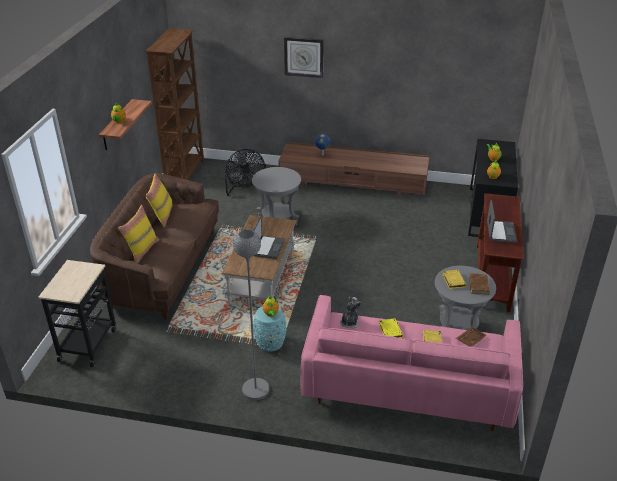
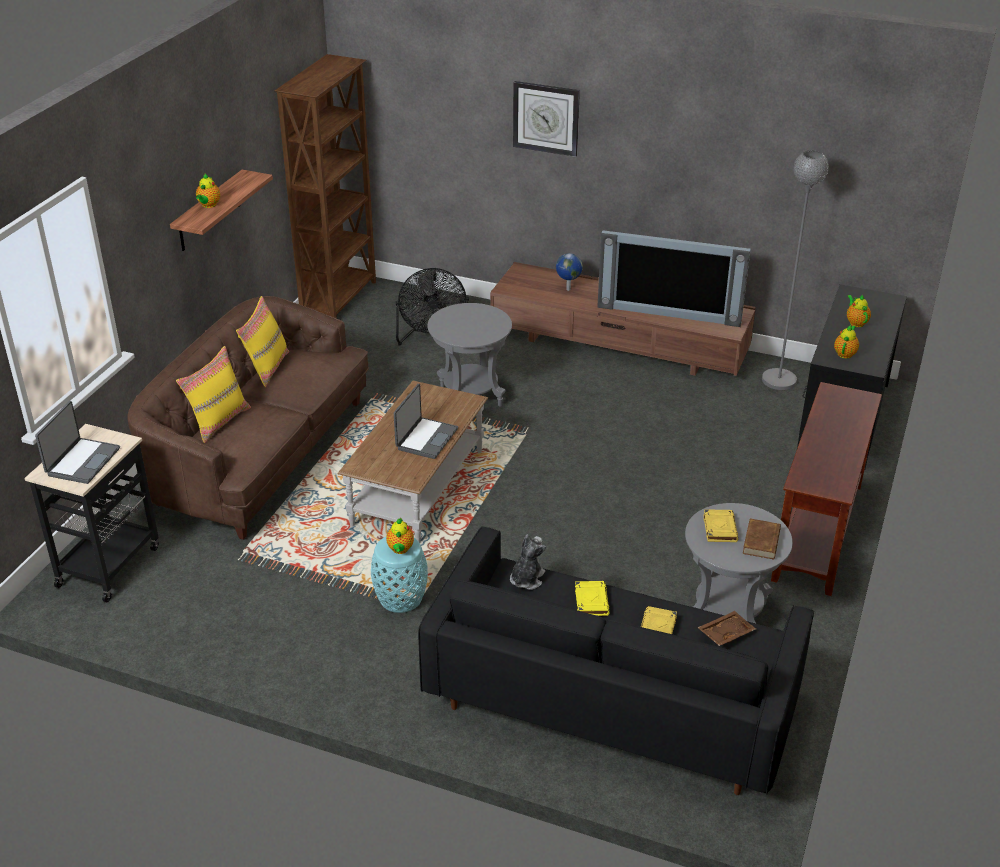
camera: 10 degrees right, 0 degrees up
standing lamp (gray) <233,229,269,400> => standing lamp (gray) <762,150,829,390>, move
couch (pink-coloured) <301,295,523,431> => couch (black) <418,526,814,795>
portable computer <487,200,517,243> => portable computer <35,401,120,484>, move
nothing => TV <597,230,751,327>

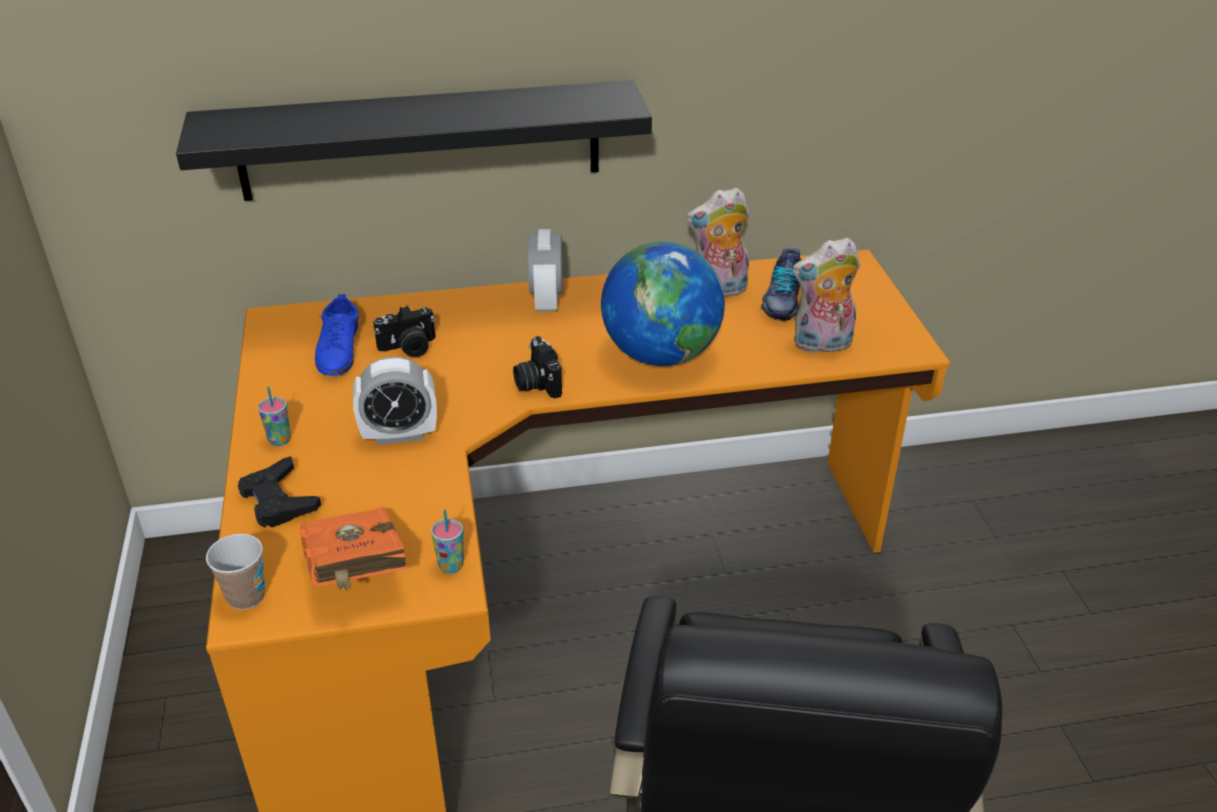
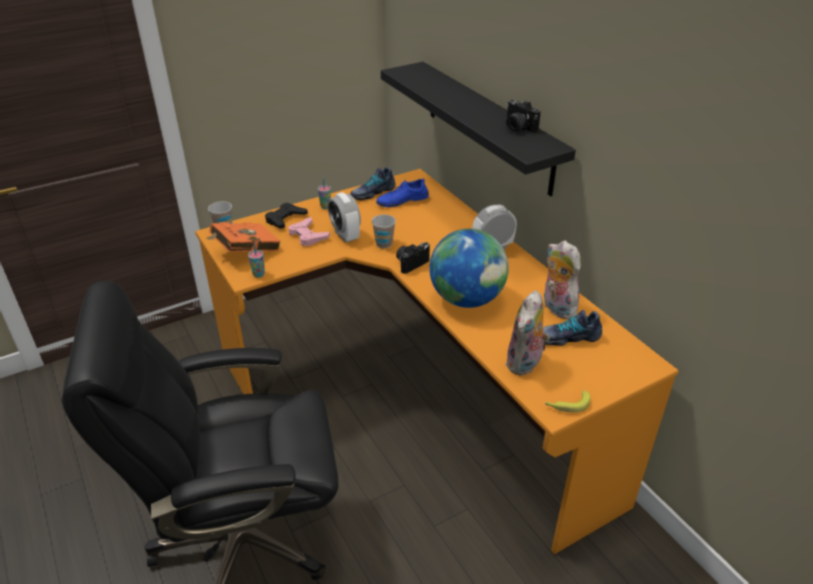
camera: 70 degrees right, 0 degrees up
photo camera <373,306,436,358> => photo camera <506,100,541,132>, move
cuddly toy <792,237,860,353> => cuddly toy <506,291,550,376>, 120 degrees counterclockwise
nothing => joypad (pink-coloured) <288,217,330,247>
nothing => low shoe <350,167,396,200>
nothing => small cup <372,214,396,248>
nothing => banana fruit <545,390,591,412>

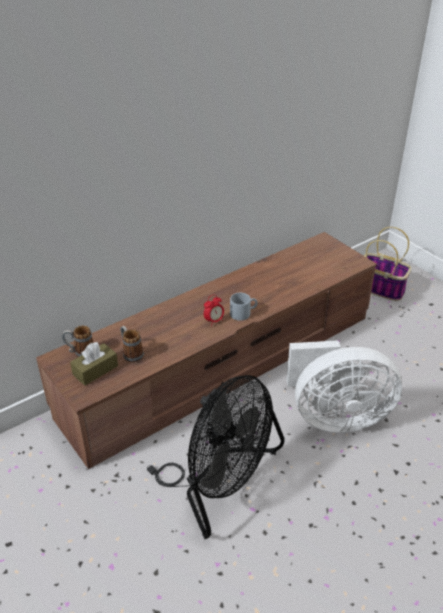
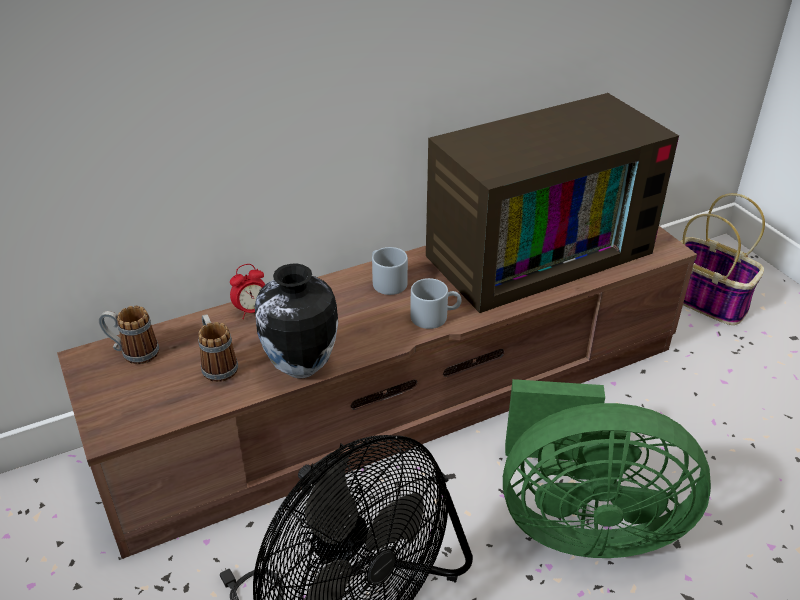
camera: 10 degrees right, 0 degrees up
tissue holder (brownish) <70,342,118,386> => nothing
bedside clock <204,295,224,326> => bedside clock <230,264,265,319>, move
electric fan (white-coloured) <286,340,402,433> => electric fan (greenish) <503,379,711,558>
nothing => vase <255,264,338,378>
nothing => tea mug (gray) <372,247,408,295>
nothing => TV <426,93,679,313>

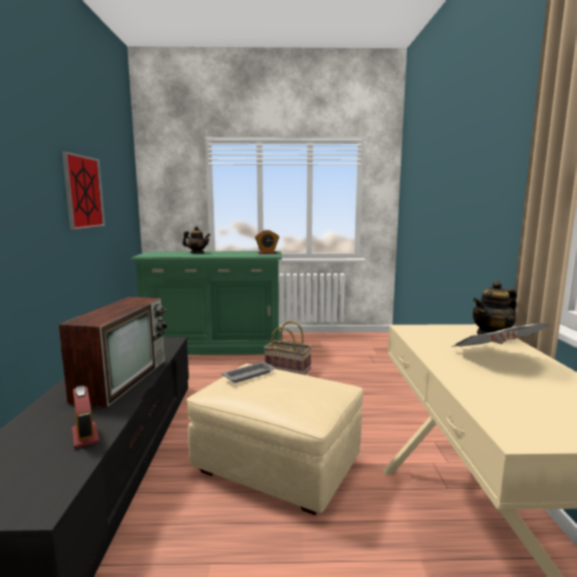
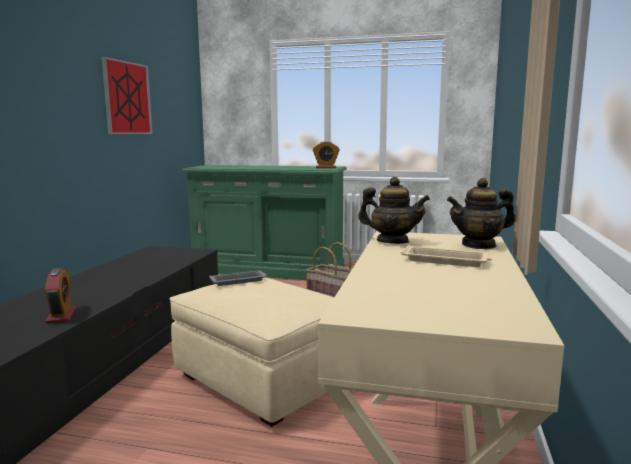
camera: 15 degrees right, 0 degrees up
TV <58,297,168,407> => nothing
pot for tea <182,226,210,253> => pot for tea <358,177,430,244>, move
newspaper <452,323,550,347> => serving tray (beige-coloured) <401,245,492,267>

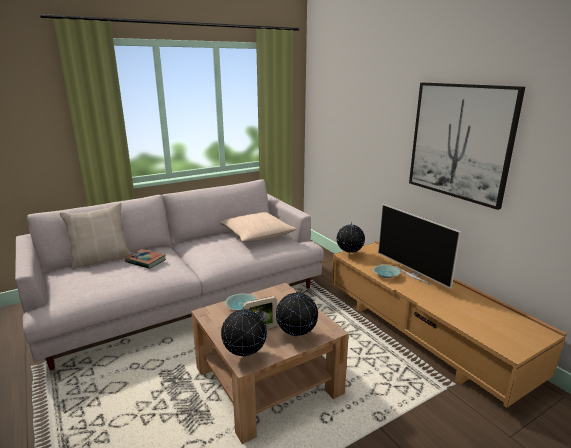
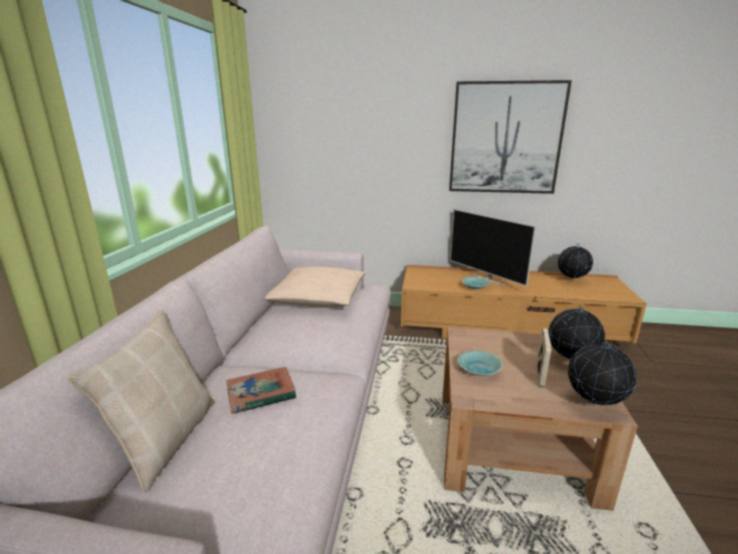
camera: 50 degrees left, 0 degrees up
world globe <337,222,365,255> => world globe <558,243,593,282>, move
TV <378,204,461,289> => TV <450,209,536,286>, 45 degrees clockwise

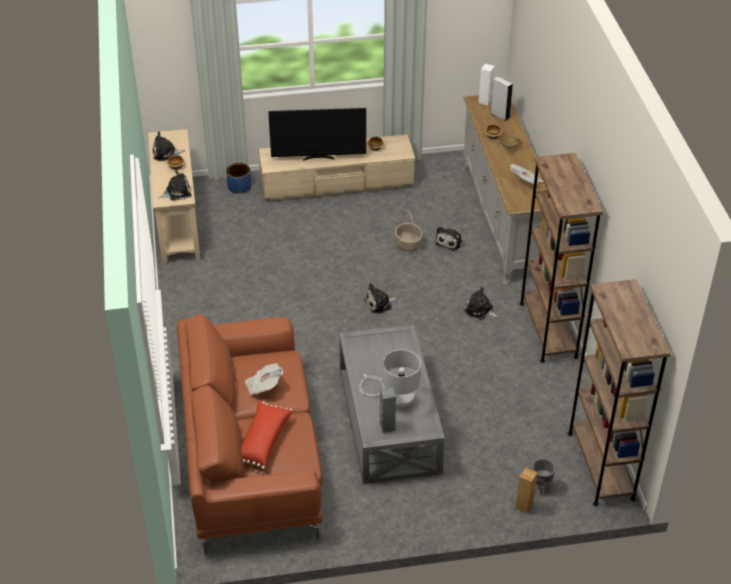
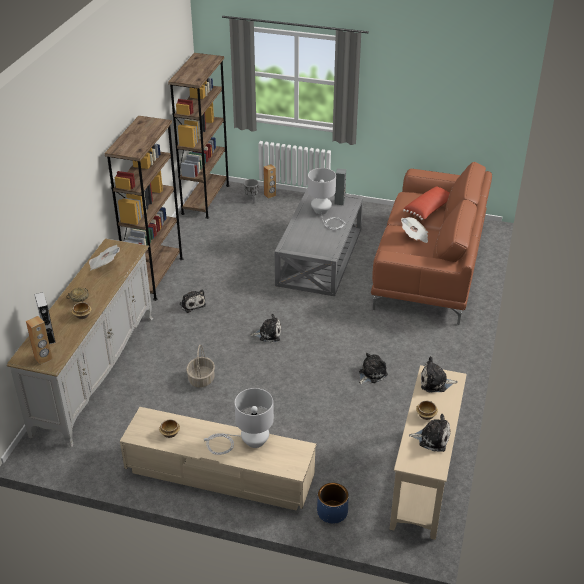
camera: 155 degrees left, 5 degrees down
TV <268,108,366,161> => tabletop lamp (white-coloured) <204,388,274,455>
cuddly toy <435,227,462,251> => cuddly toy <359,353,388,384>, move
audio speaker (white-coloured) <478,64,495,106> => audio speaker (brownish) <26,316,52,365>

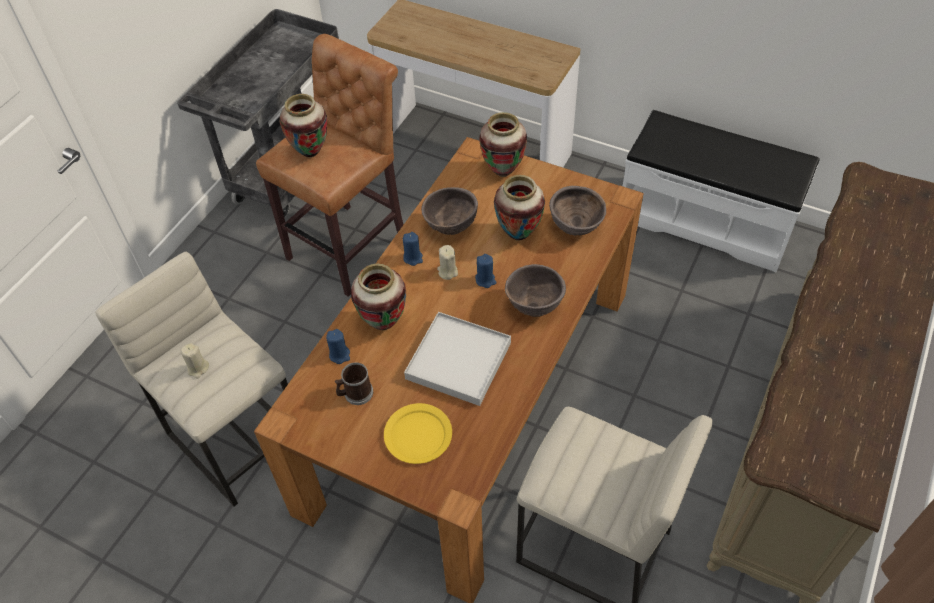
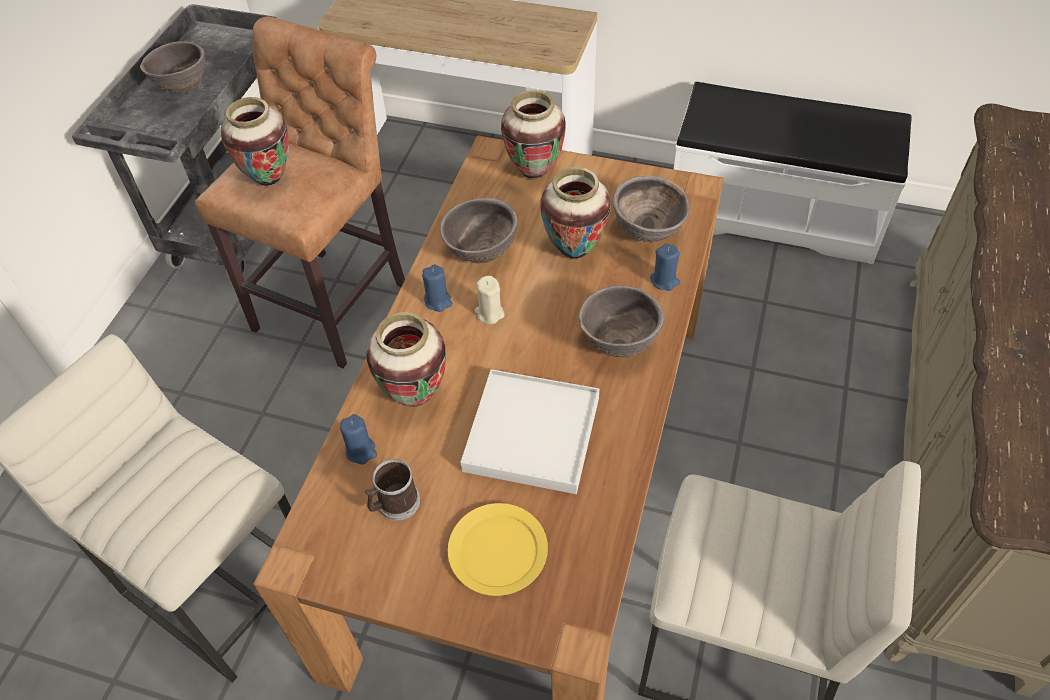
camera: 10 degrees left, 0 degrees up
candle (beige-coloured) <180,343,209,379> => nothing
candle (blue-coloured) <475,254,496,288> => candle (blue-coloured) <650,244,680,291>, move
nothing => deep dish (brownish) <140,41,206,94>

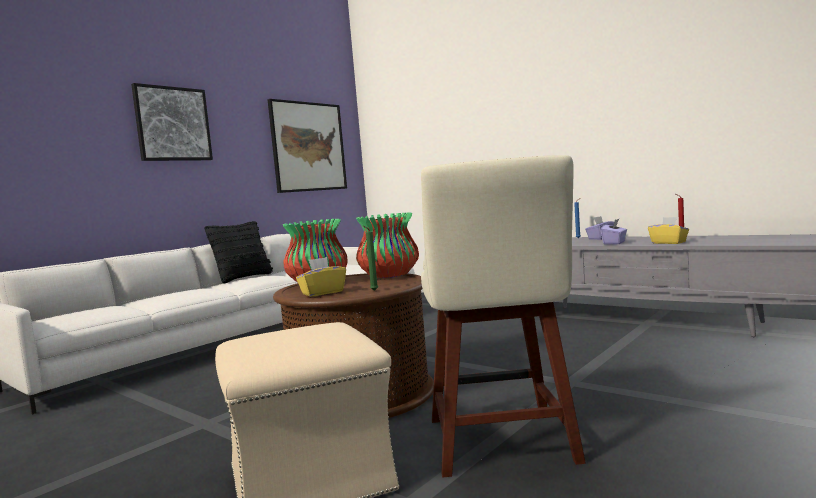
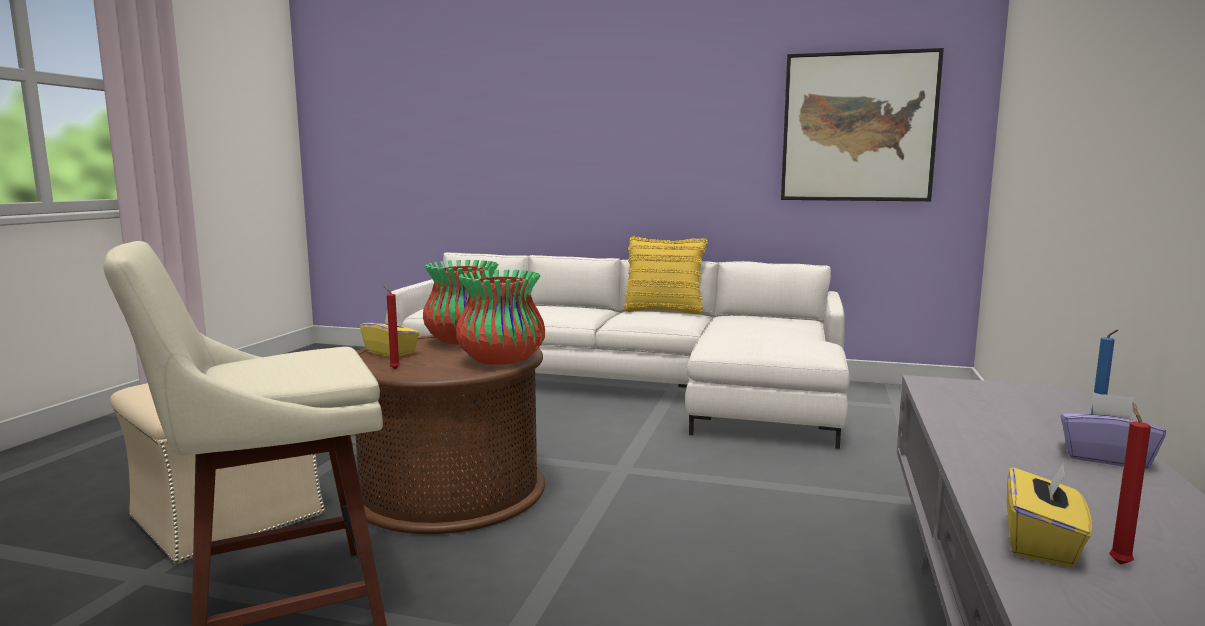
camera: 65 degrees right, 5 degrees up
picture <131,83,213,161> => nothing
throw pillow (black) <205,221,273,284> => throw pillow (yellowish) <624,236,708,314>
candle (greenish) <363,226,378,291> => candle (red-coloured) <384,286,400,369>
tissue holder (purplish) <601,219,627,245> => nothing

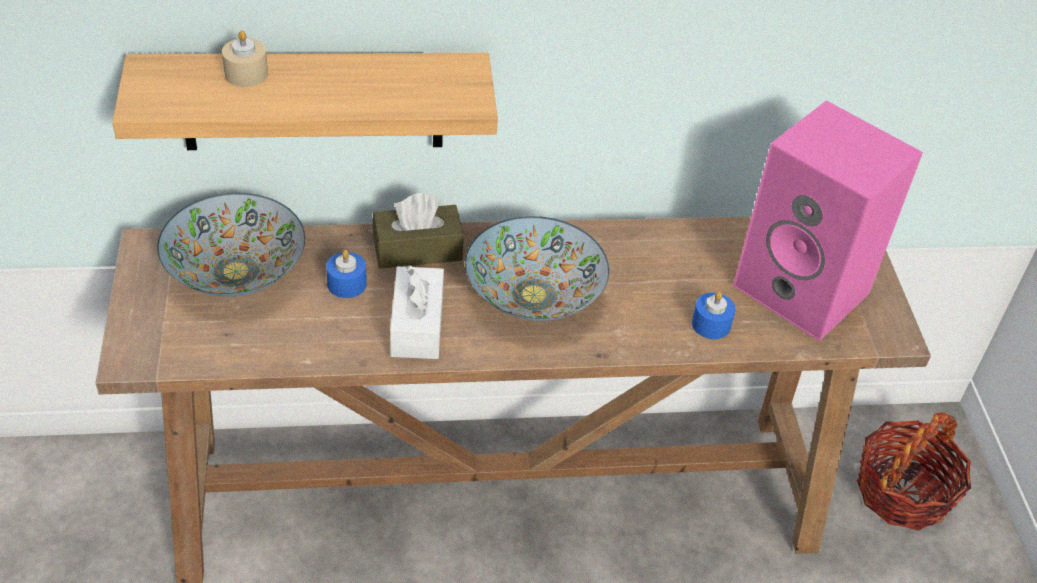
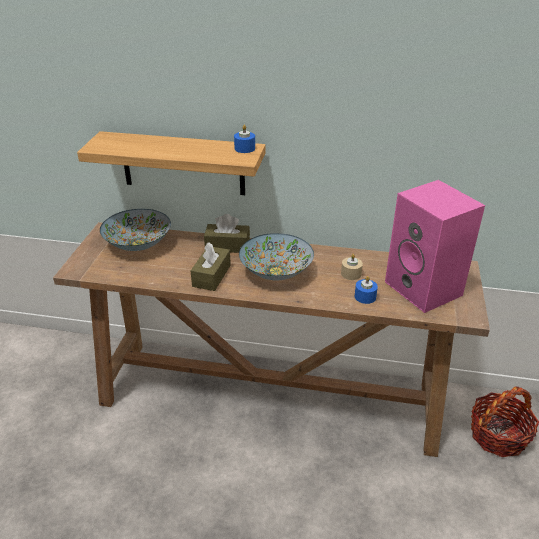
camera: 20 degrees right, 10 degrees down
candle (beige-coloured) <222,30,268,87> => candle (beige-coloured) <341,254,363,280>, move
candle (blue-coloured) <326,250,367,298> => candle (blue-coloured) <234,125,255,153>, move
tissue holder (white-coloured) <390,265,444,359> => tissue holder (brownish) <191,242,231,291>

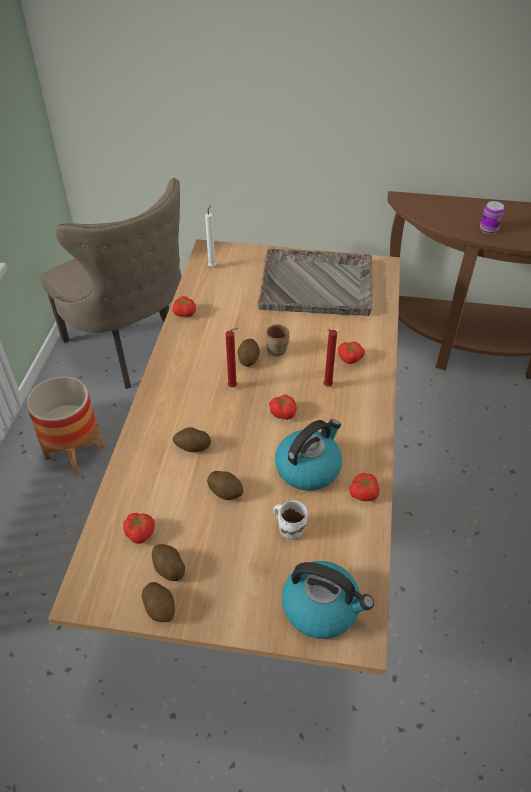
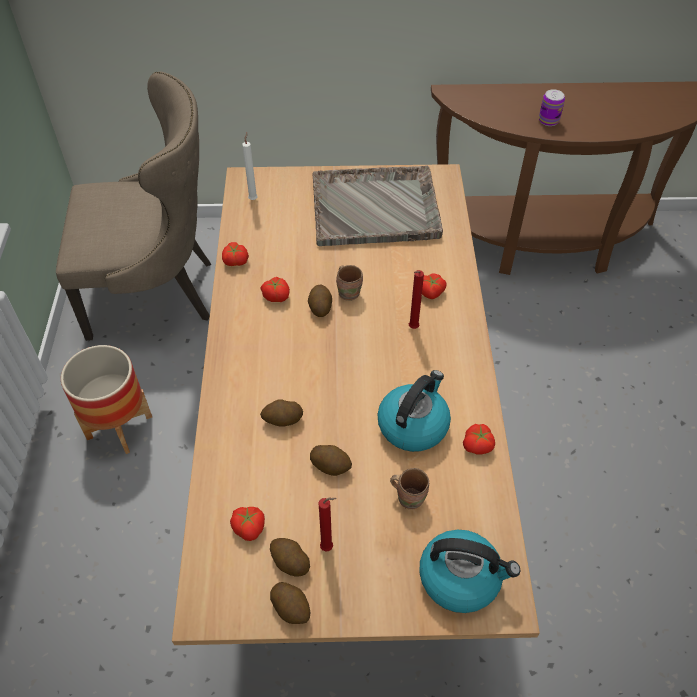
camera: 10 degrees left, 5 degrees up
upright chair (beige-coloured) <41,178,181,389> => upright chair (beige-coloured) <56,72,211,341>, 45 degrees counterclockwise
candle (red-coloured) <226,328,238,387> => candle (red-coloured) <319,497,337,552>, move
fresh tomato <269,395,297,420> => fresh tomato <260,277,290,302>, move
tea mug (white-coloured) <273,500,308,540> => tea mug (brownish) <390,468,429,510>

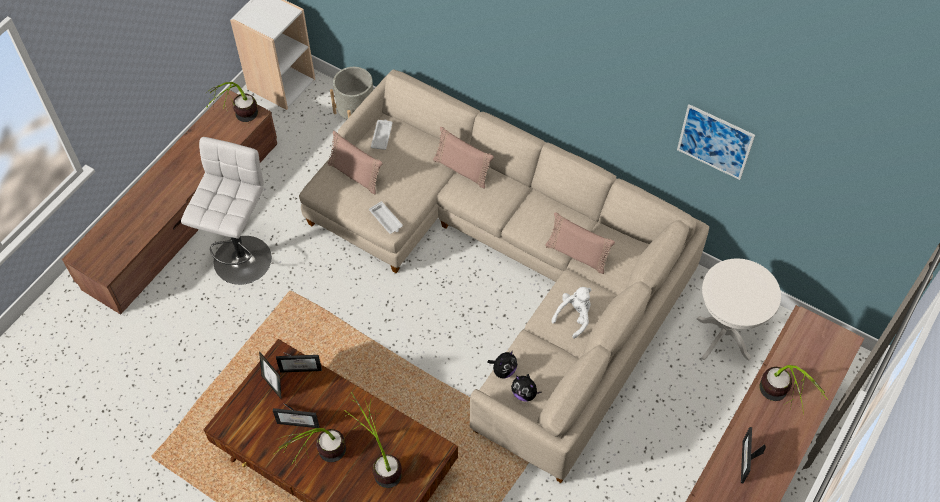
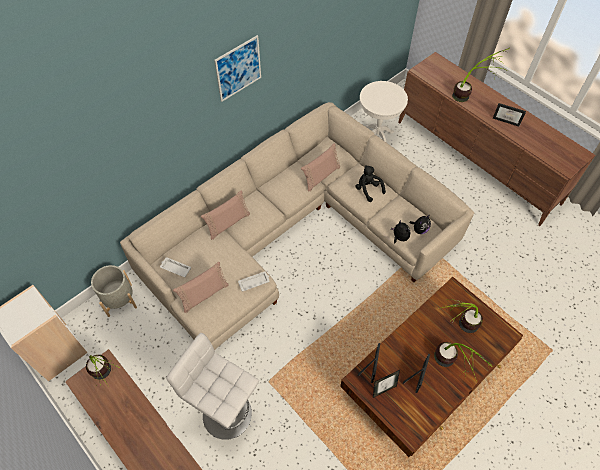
camera: 75 degrees left, 0 degrees up
cuddly toy (white-coloured) <551,287,592,338> => cuddly toy (black) <356,165,386,202>
picture <677,104,755,180> => picture <214,35,261,102>, move

